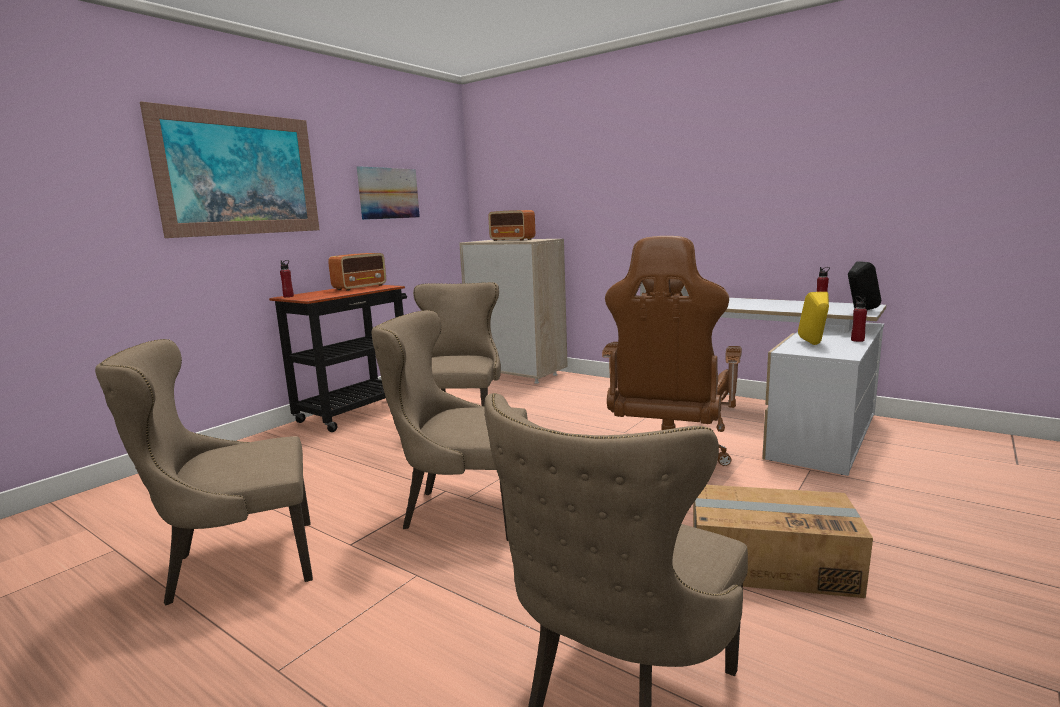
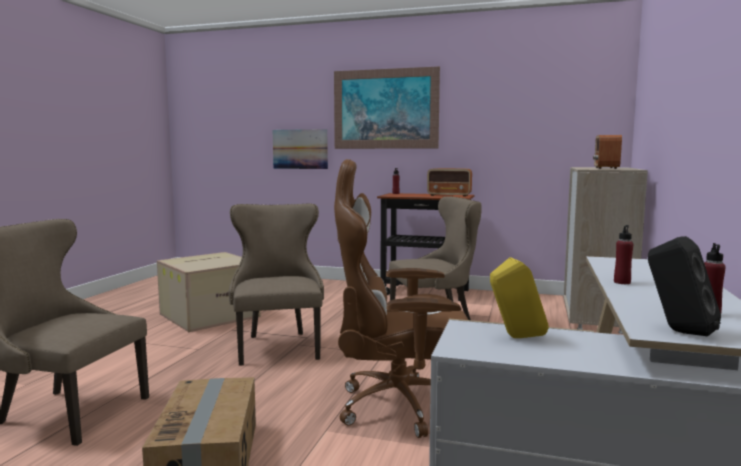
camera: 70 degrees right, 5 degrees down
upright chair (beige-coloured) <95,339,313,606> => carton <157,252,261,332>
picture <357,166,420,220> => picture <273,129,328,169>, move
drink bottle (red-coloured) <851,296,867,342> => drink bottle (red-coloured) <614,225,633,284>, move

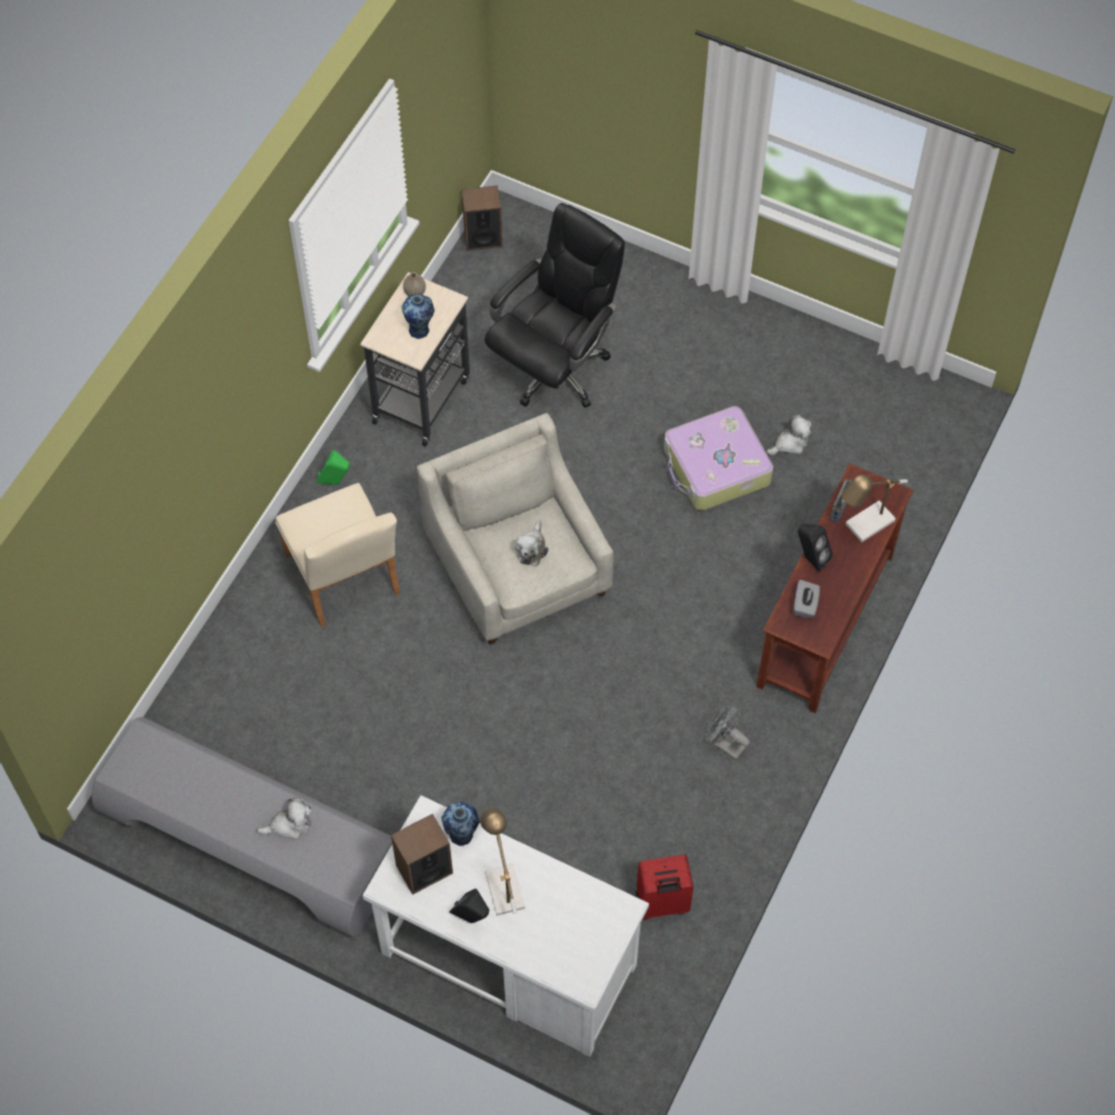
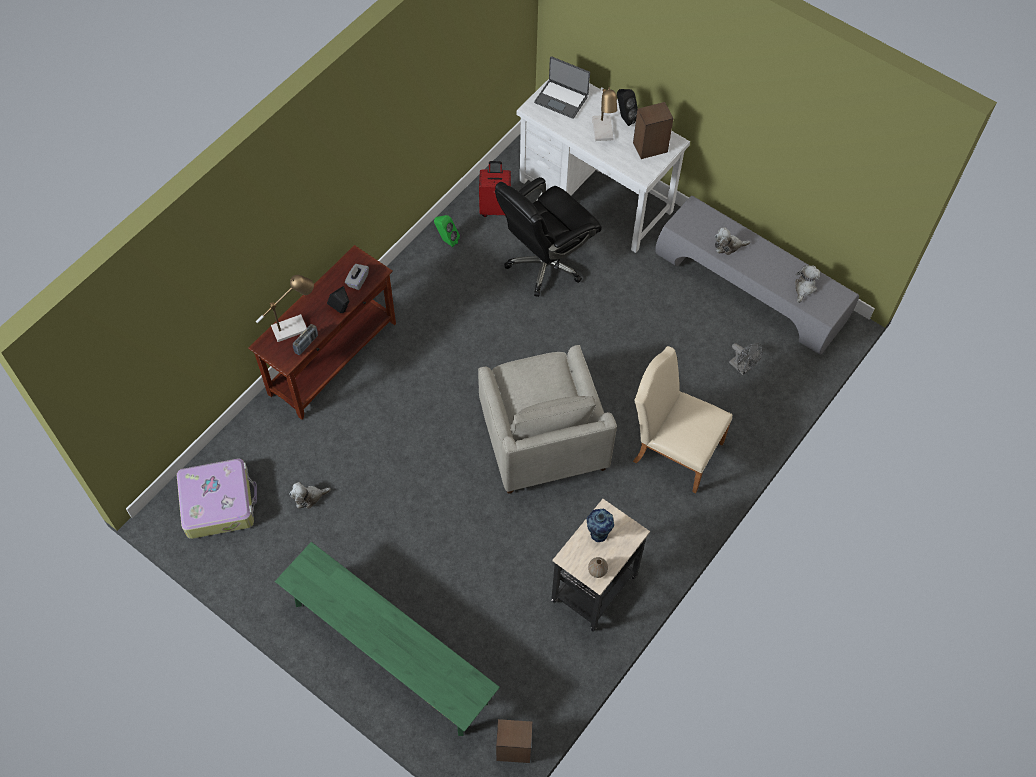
camera: 170 degrees left, 0 degrees up
upright chair (beige-coloured) <275,483,400,627> => upright chair (beige-coloured) <633,346,732,493>, 45 degrees counterclockwise
audio speaker (greenish) <316,450,350,485> => audio speaker (greenish) <434,215,460,247>, move
vase <442,801,479,846> => nothing
office chair (black) <485,203,625,408> => office chair (black) <495,177,602,297>, move
cuddly toy <515,520,548,566> => cuddly toy <795,265,820,303>, move
piece of luggage <664,406,773,511> => piece of luggage <177,459,257,539>, move
electric fan (gray) <706,705,750,760> => electric fan (gray) <729,343,762,375>, move
nothing => long seat (greenish) <275,542,500,736>
nothing => portable computer <534,56,590,119>

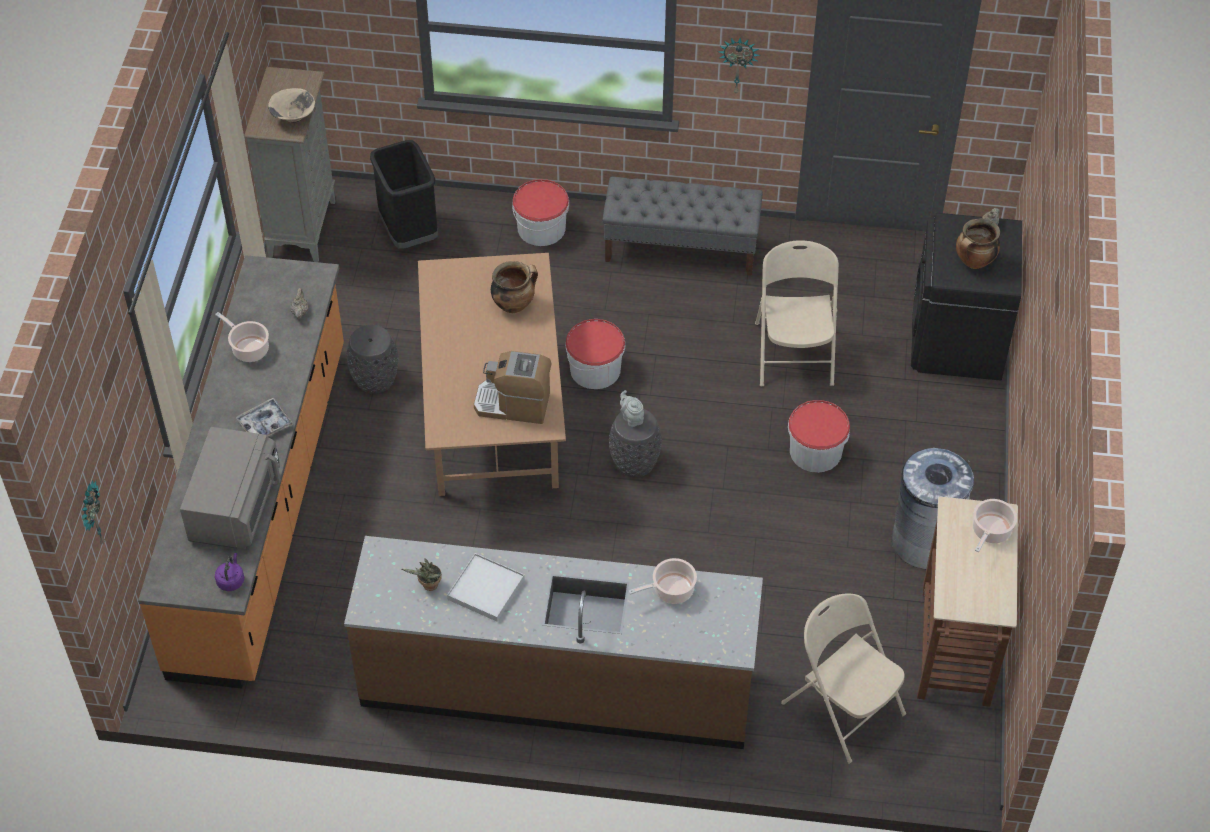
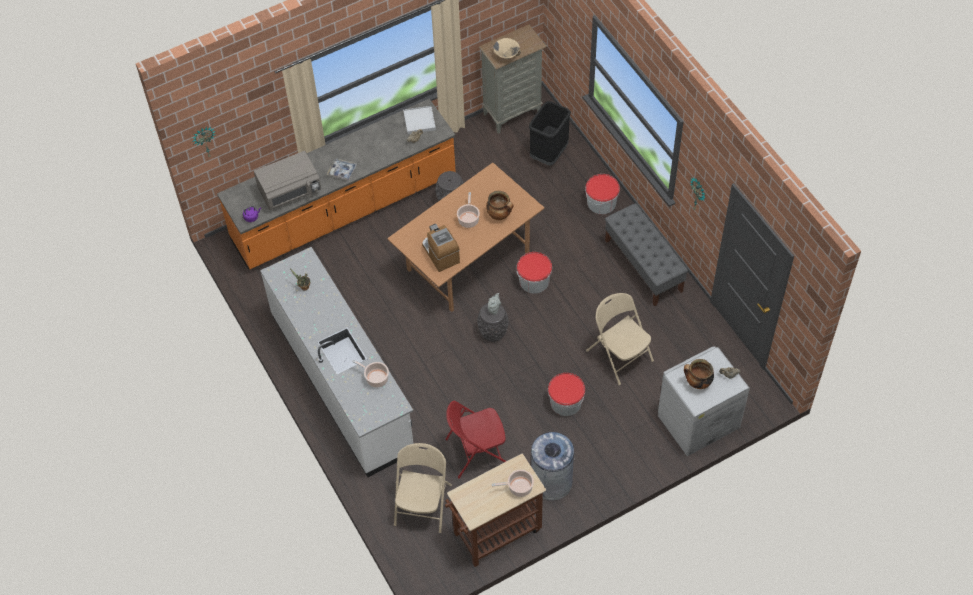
camera: 55 degrees right, 5 degrees up
cooking pot <215,312,269,362> => cooking pot <457,192,480,228>, move
kitchen counter (brownish) <344,536,763,749> => kitchen counter (white-coloured) <260,247,413,477>
serving tray (white-coloured) <447,553,525,622> => serving tray (white-coloured) <403,106,436,134>, move
upright chair (beige-coloured) <755,240,839,386> => upright chair (beige-coloured) <586,293,654,385>, 90 degrees counterclockwise
washing machine (black) <911,213,1022,381> => washing machine (white-coloured) <658,346,750,456>
nothing => upright chair (red-coloured) <445,401,506,479>

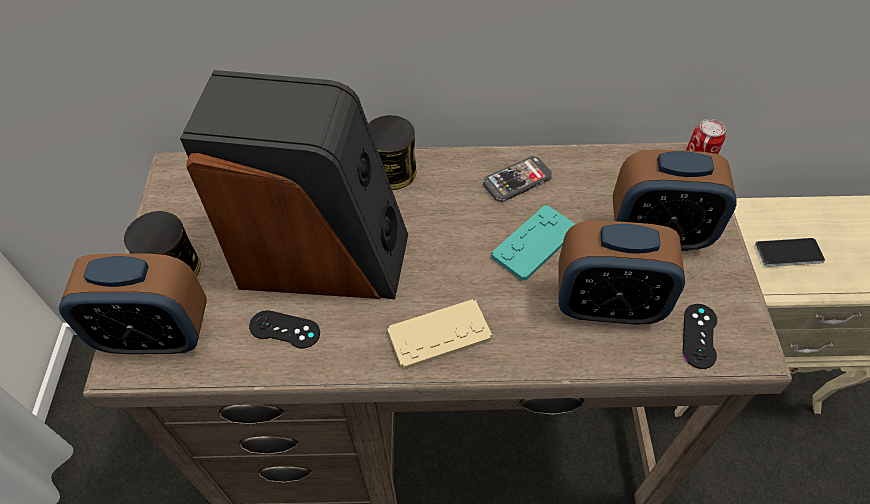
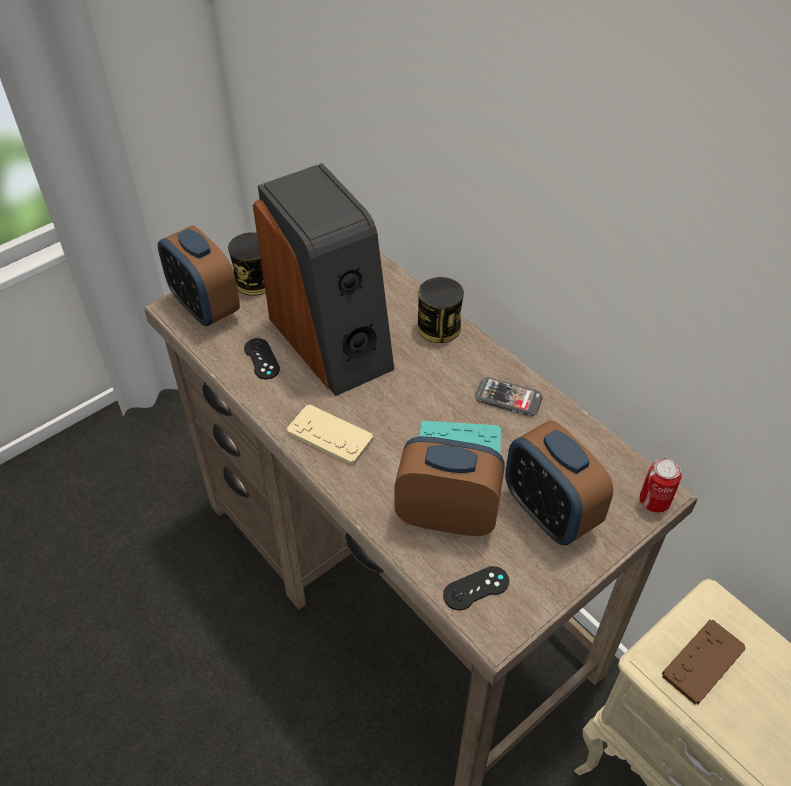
camera: 50 degrees right, 5 degrees down
bedside clock <558,220,685,325> => bedside clock <394,436,505,536>, 135 degrees clockwise
handset <755,238,825,267> => joypad (brownish) <662,620,746,704>

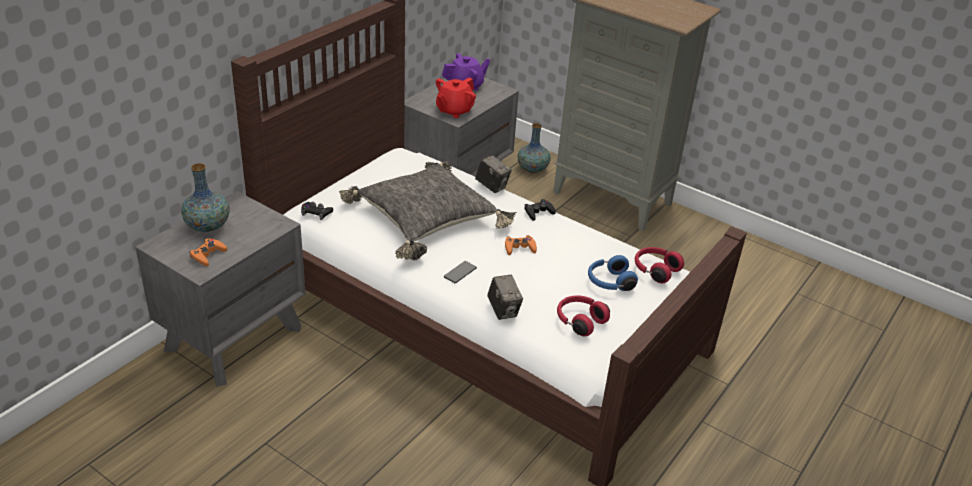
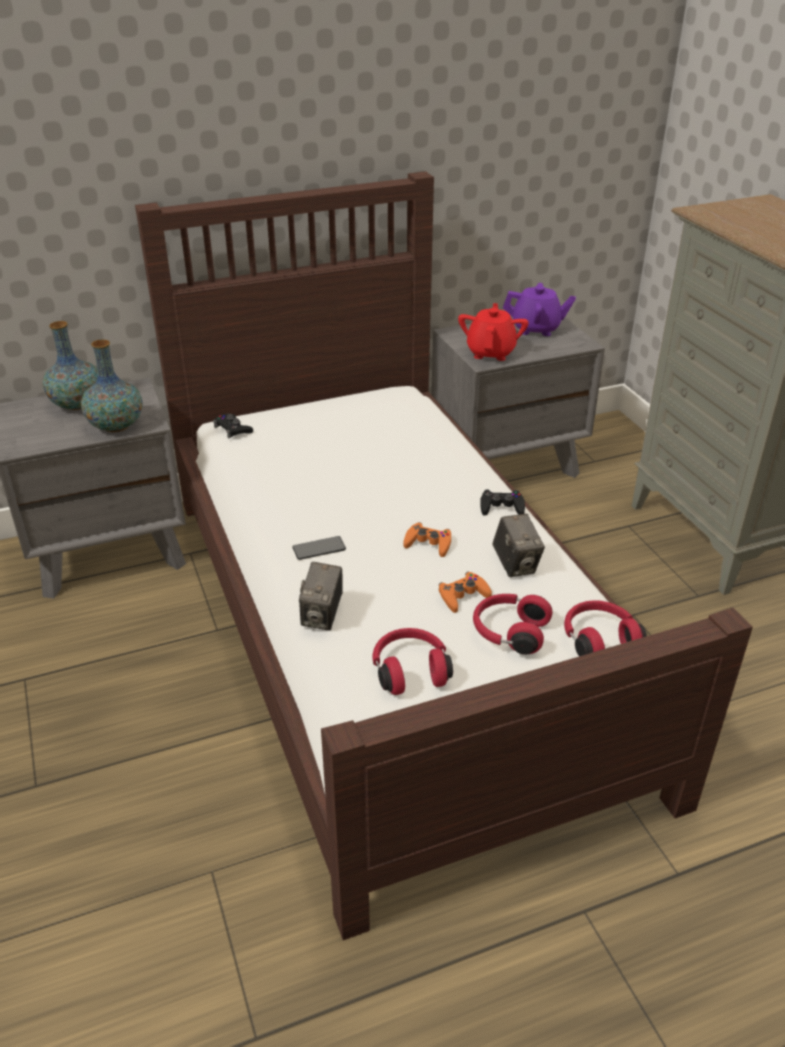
camera: 35 degrees right, 0 degrees up
joypad (orangey) <189,238,227,266> => joypad (orangey) <439,572,492,613>, move
throw pillow <339,161,517,260> => nothing
pot for tea (red-coloured) <436,77,476,118> => pot for tea (red-coloured) <458,303,529,361>, 120 degrees clockwise
photo camera <475,155,512,193> => photo camera <492,514,545,577>, move
vase <518,123,551,173> => vase <81,339,143,432>, move
headphones (blue-coloured) <588,255,638,291> => headphones (red-coloured) <473,594,553,655>

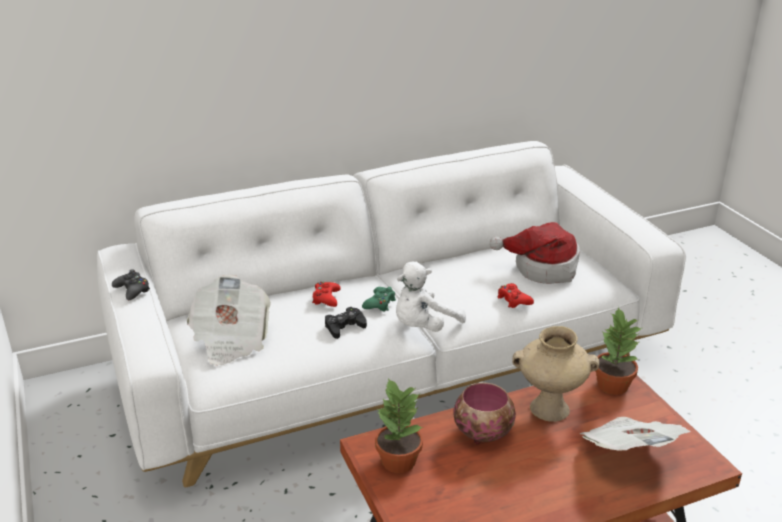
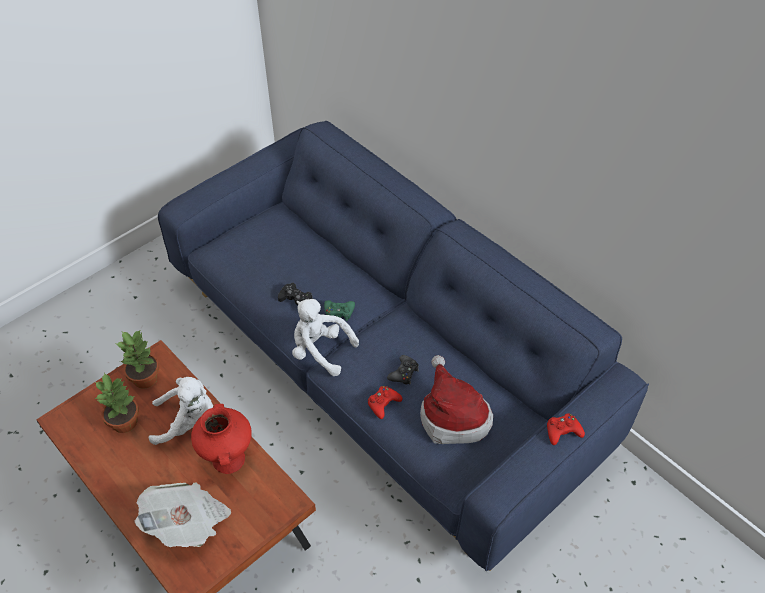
camera: 70 degrees right, 20 degrees up
couch (white-coloured) <97,141,686,487> => couch (blue-coloured) <158,121,649,571>
joypad (black) <112,269,150,300> => joypad (black) <387,355,419,385>, move
newspaper <187,275,271,366> => nothing
joypad (red-coloured) <312,282,341,307> => joypad (red-coloured) <547,413,585,445>, move
deep dish <454,382,516,444> => cuddly toy (white-coloured) <148,377,213,445>
vase (beige-coloured) <512,326,599,422> => vase (red-coloured) <191,404,252,474>
houseplant <595,307,642,395> => houseplant <94,373,139,433>, move

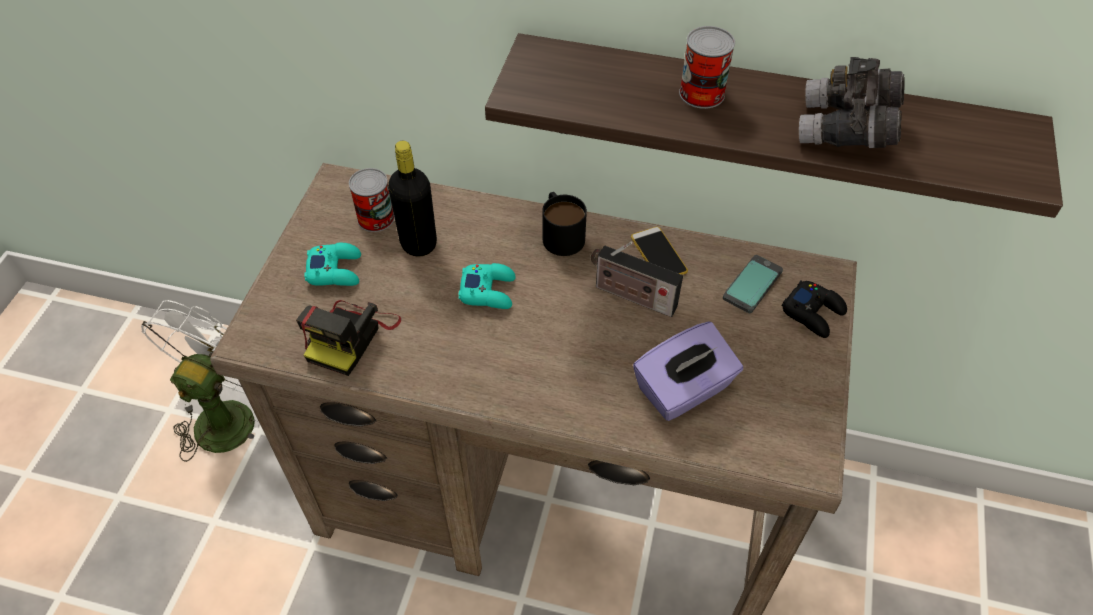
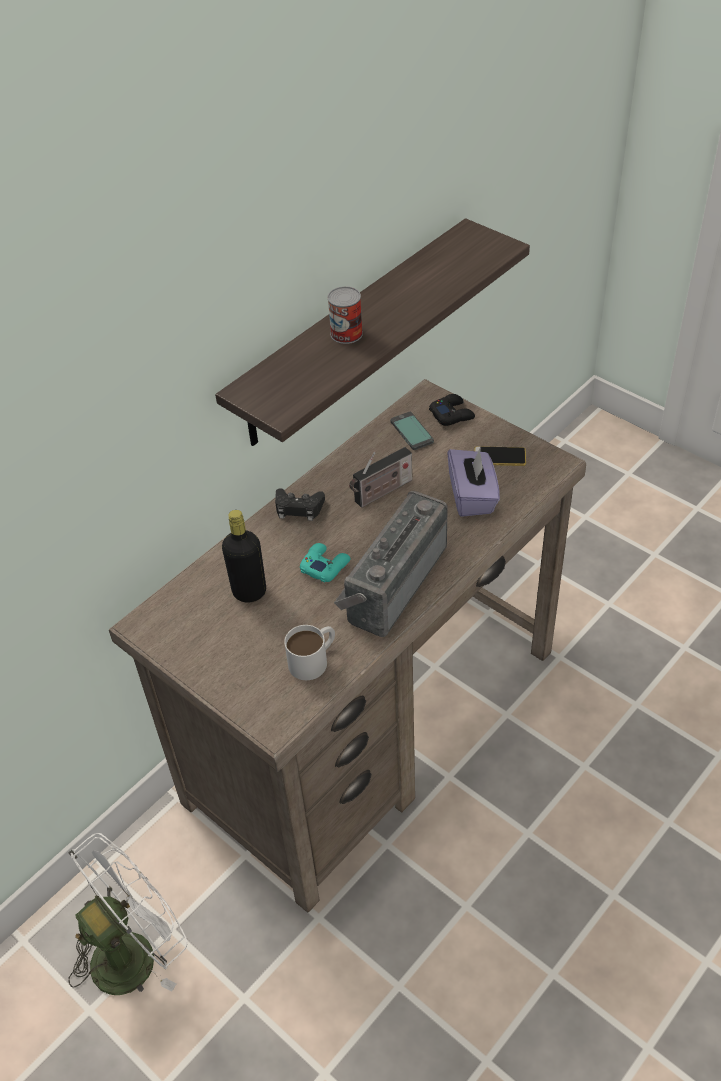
camera: 60 degrees left, 5 degrees down
electric fan (white-coloured) <141,300,258,462> => electric fan (white-coloured) <68,833,187,995>, 90 degrees clockwise
photo camera <296,300,401,376> => tea mug (white-coloured) <284,625,335,680>
joypad (turquoise-coloured) <304,243,361,286> => nothing
sealed can <349,168,395,232> => nothing
tea mug (black) <542,192,587,256> => joypad (black) <275,488,325,521>
handset <631,227,688,275> => handset <474,446,526,466>, move
binoculars (gray) <799,57,905,148> => nothing
nothing => radio <334,491,448,637>

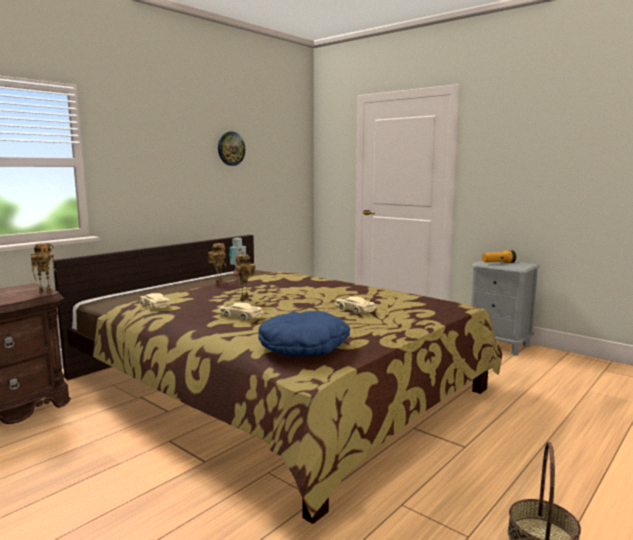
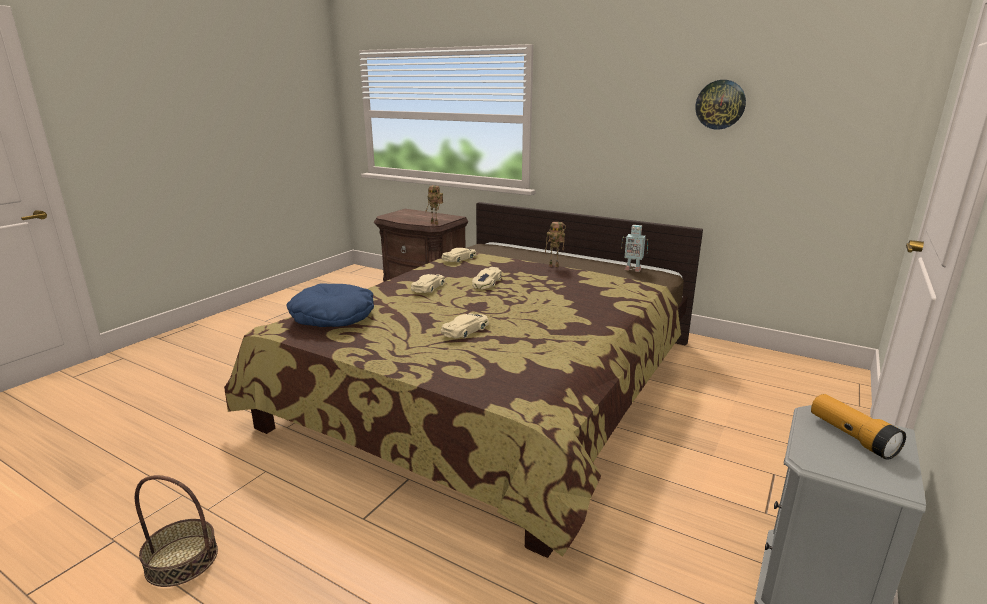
camera: 80 degrees right, 10 degrees up
robot figure <235,254,256,301> => miniature car (beige-coloured) <472,267,502,289>

